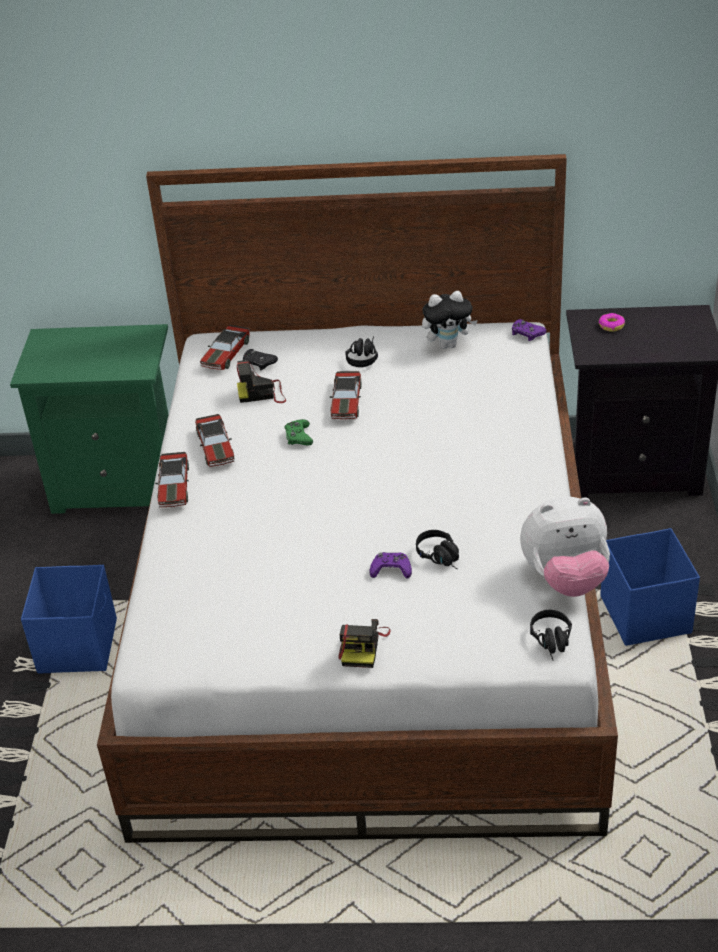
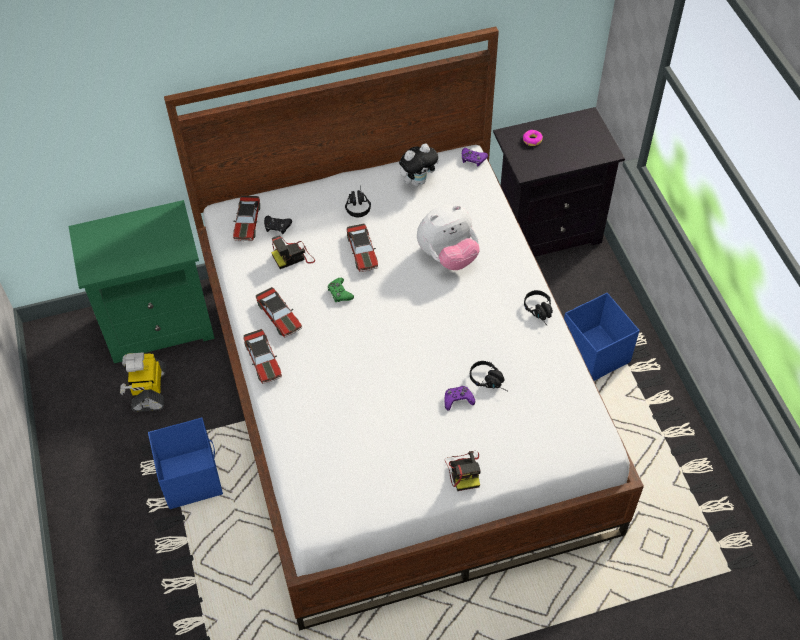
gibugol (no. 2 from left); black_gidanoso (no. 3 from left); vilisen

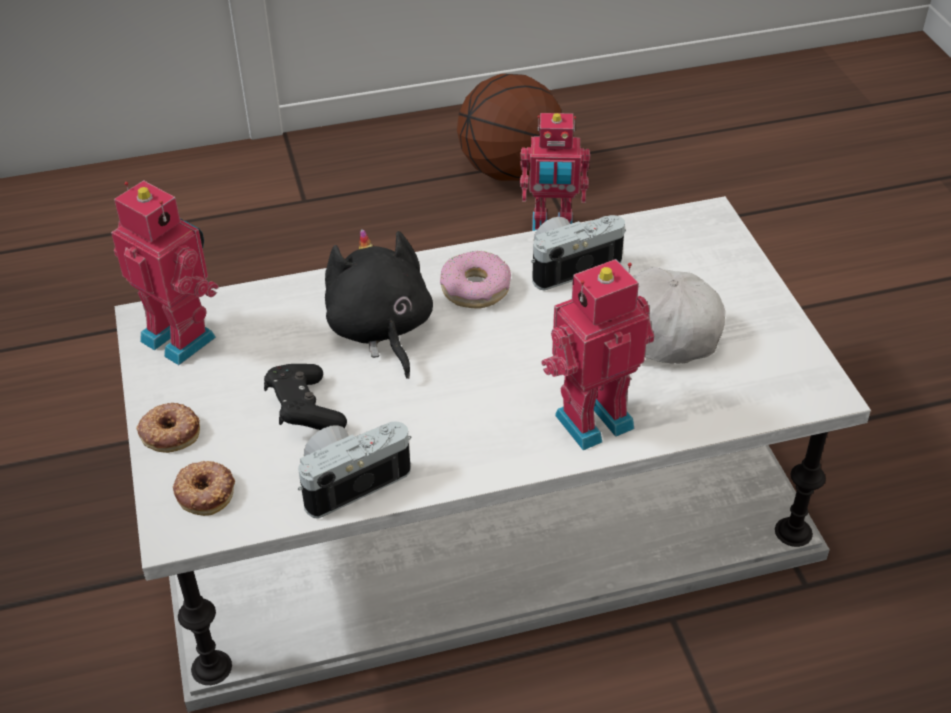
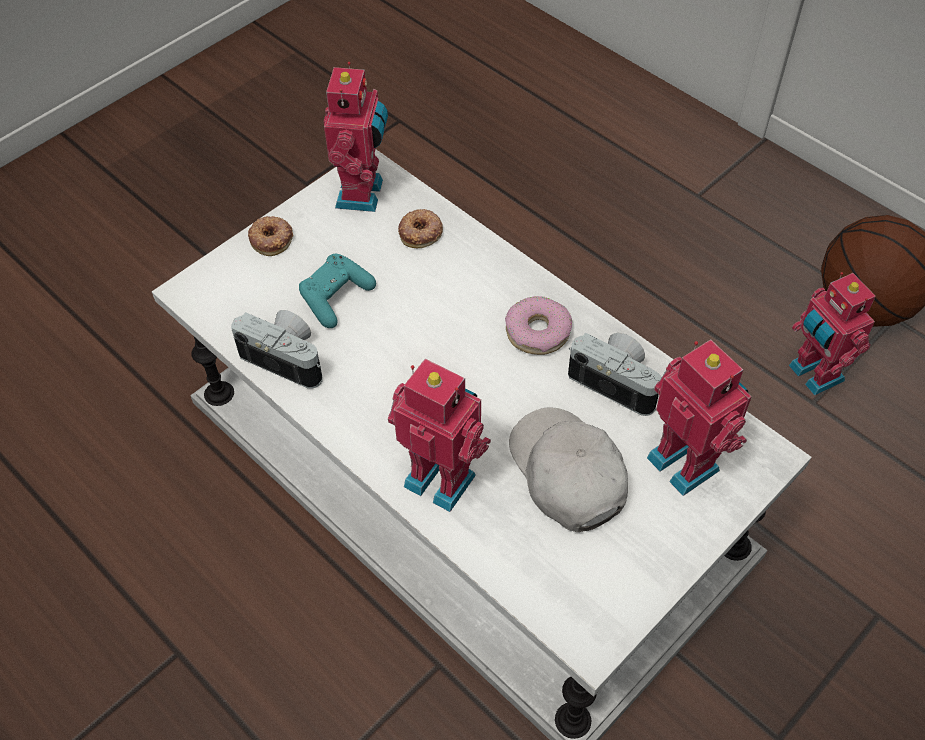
black_gibugol; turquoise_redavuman; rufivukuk (no. 2 from left); vilisen (no. 3 from left)

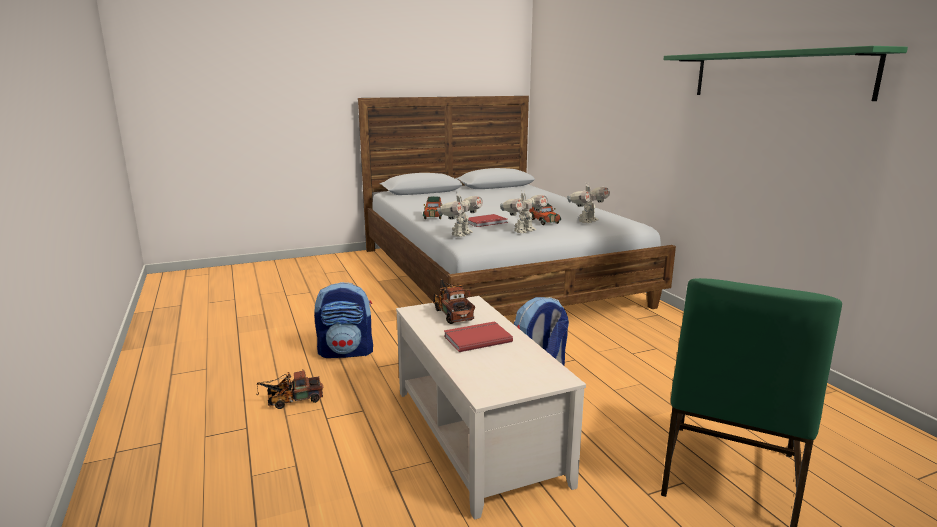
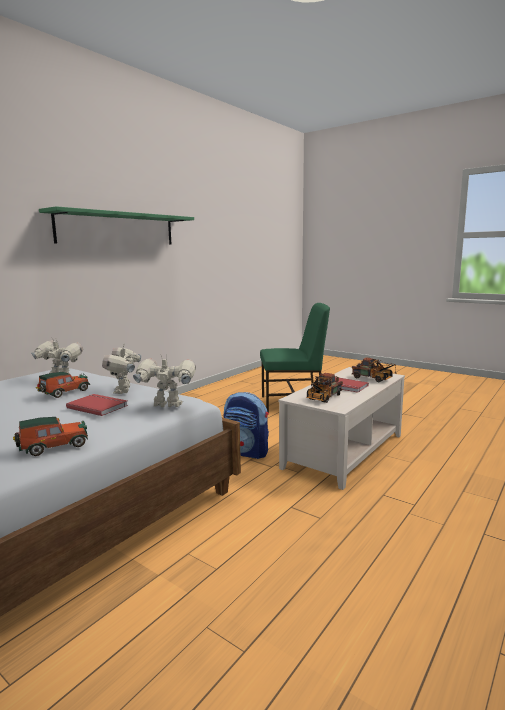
vilisen (no. 2 from left); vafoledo (no. 1 from left in the first image); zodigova (no. 2 from left)

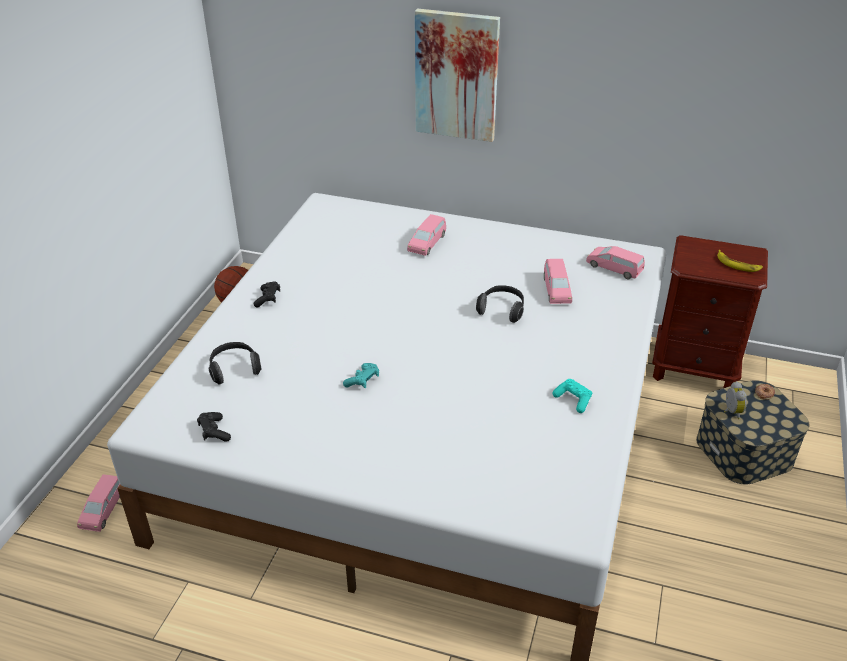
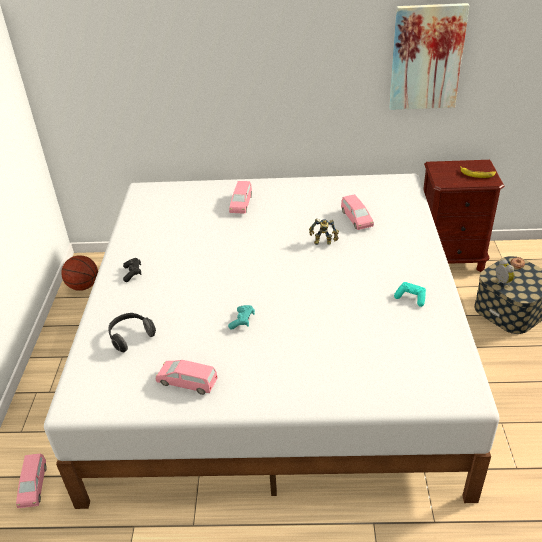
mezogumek; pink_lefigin (no. 2 from left); vilisen; black_redavuman (no. 1 from left in the first image)

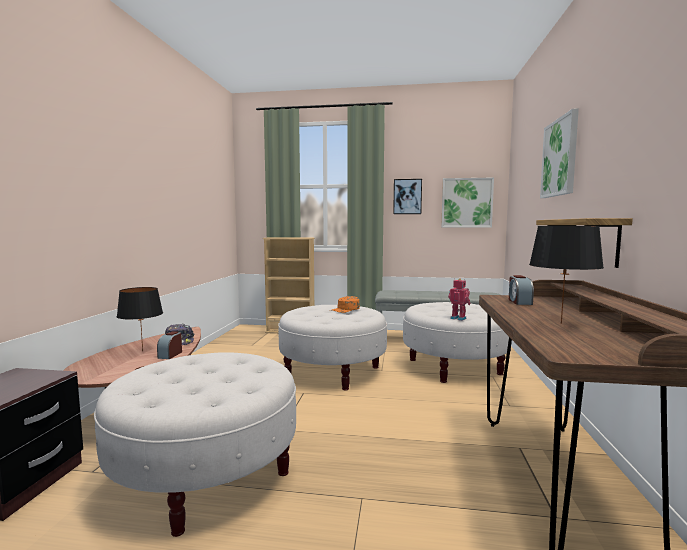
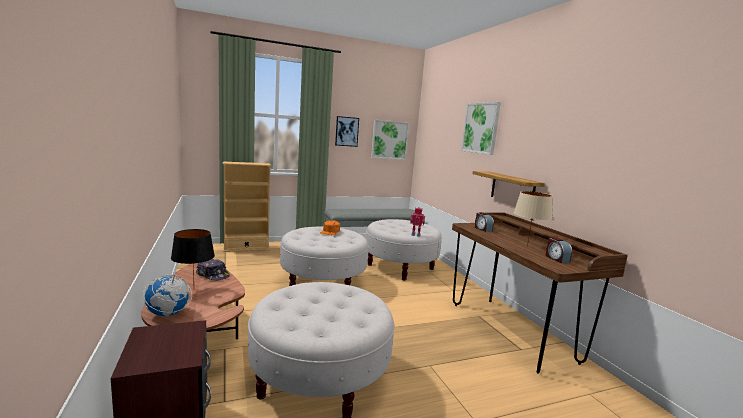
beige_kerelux; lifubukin (no. 2 from left); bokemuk

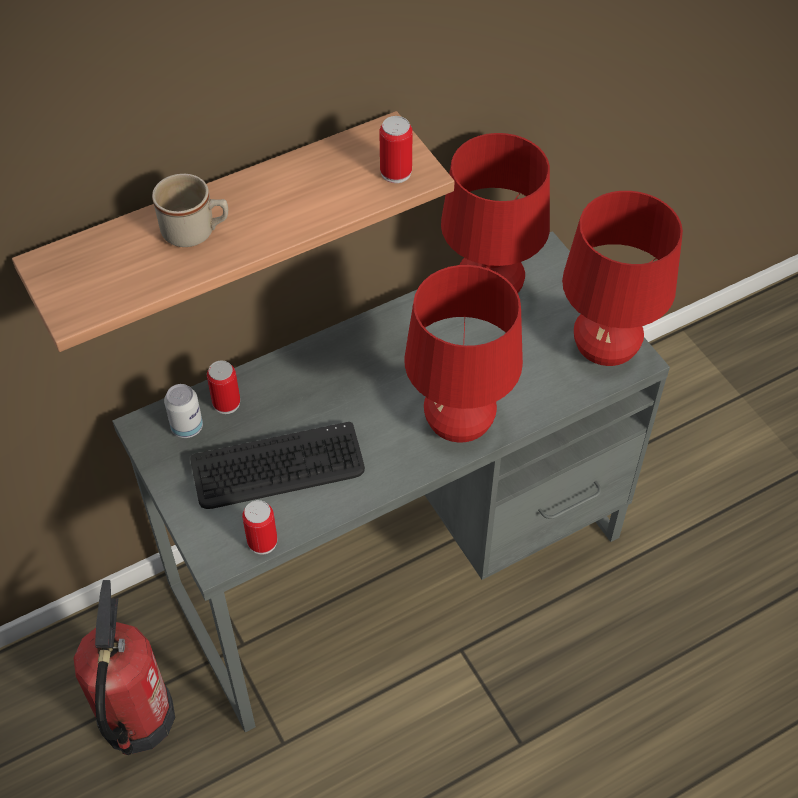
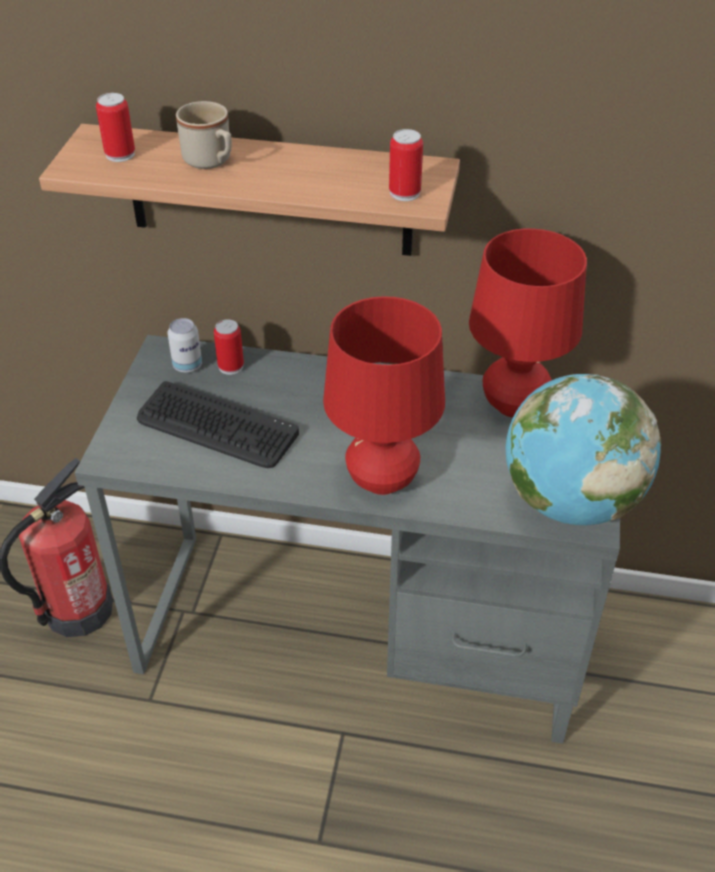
bokemuk; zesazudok (no. 1 from left)

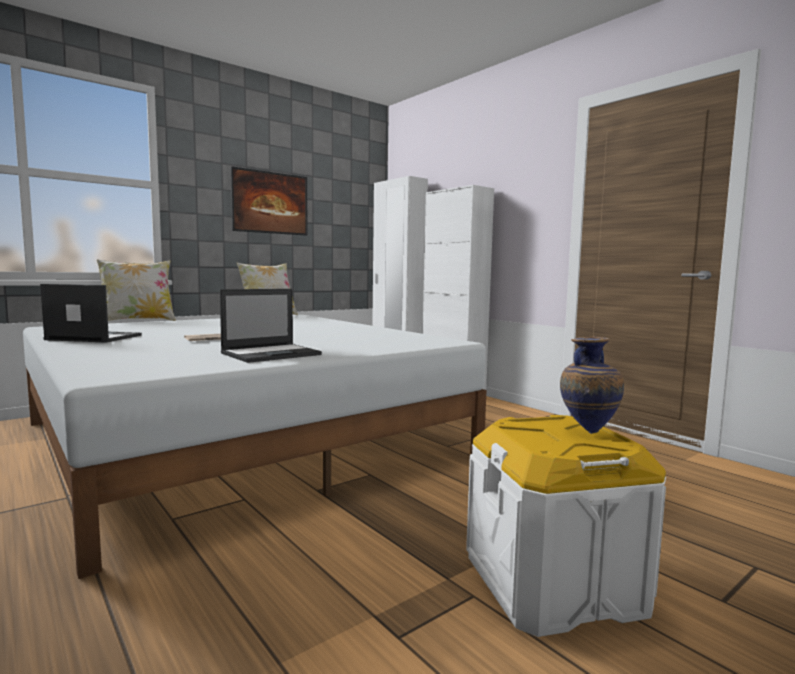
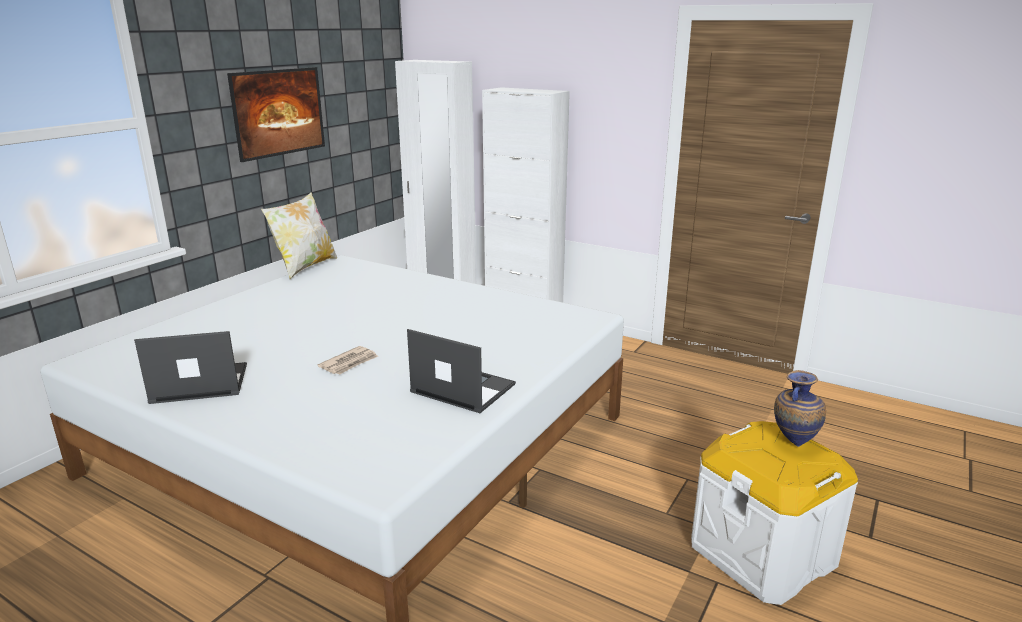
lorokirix (no. 1 from left in the first image); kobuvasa (no. 2 from left)

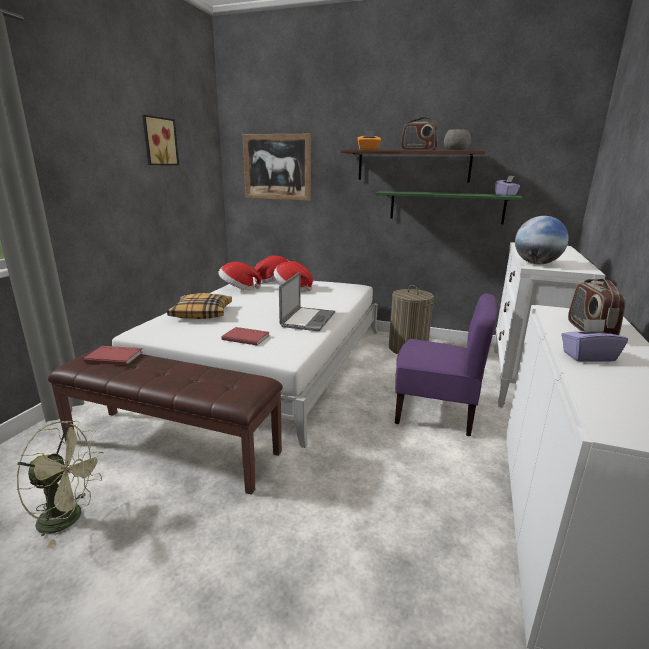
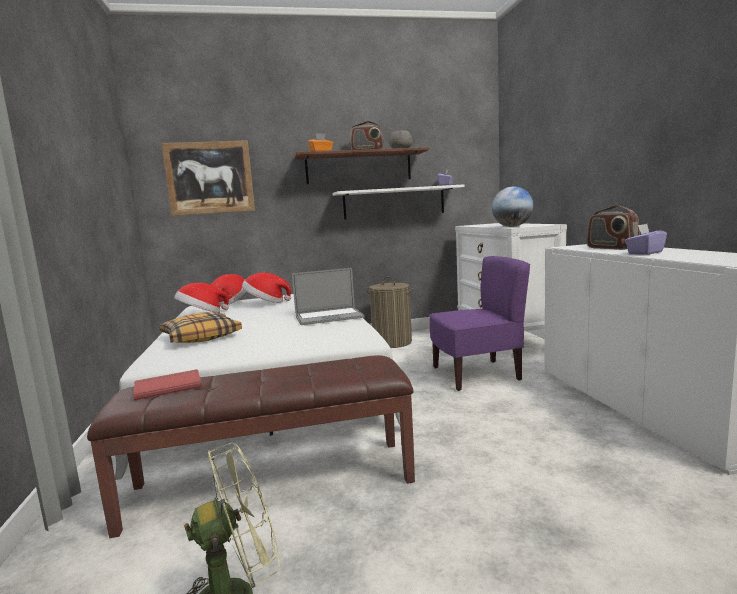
mezogumek (no. 1 from left in the first image); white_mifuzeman; kobuvasa; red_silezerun (no. 2 from left in the first image)

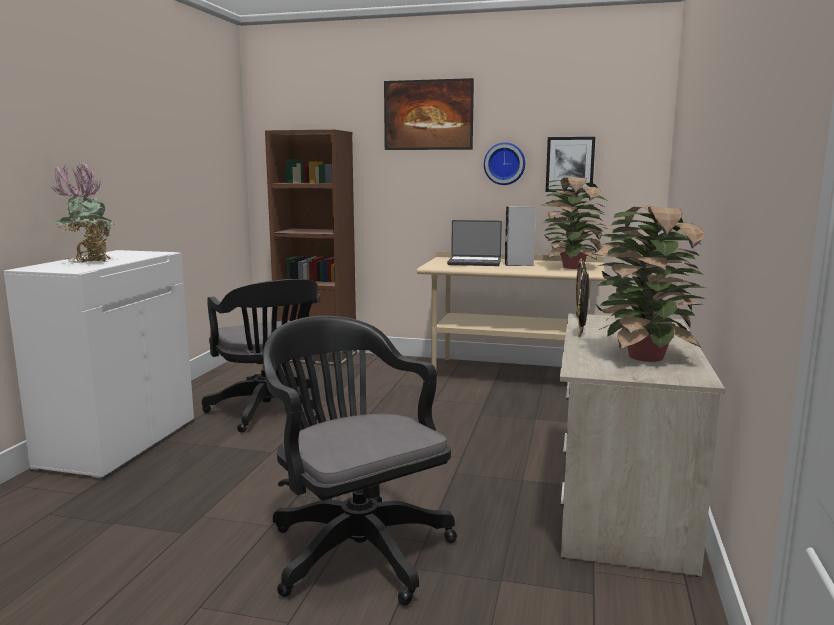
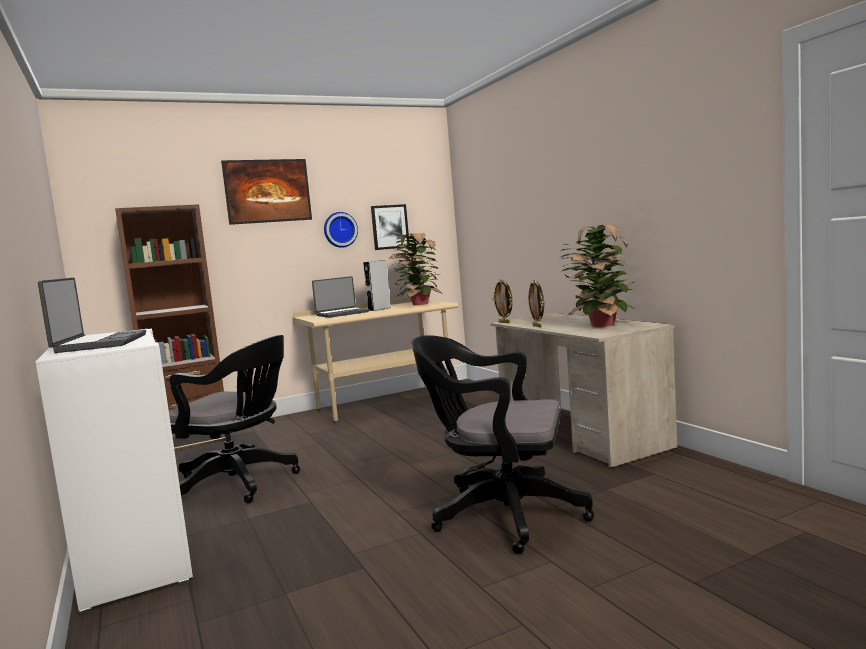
kobuvasa (no. 1 from left)

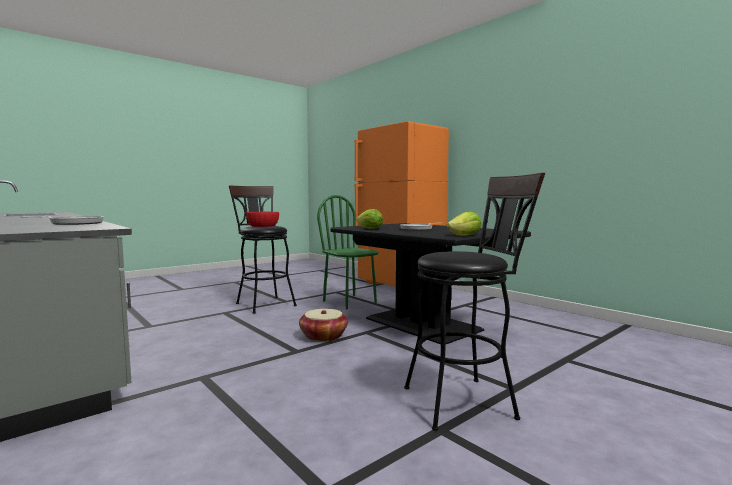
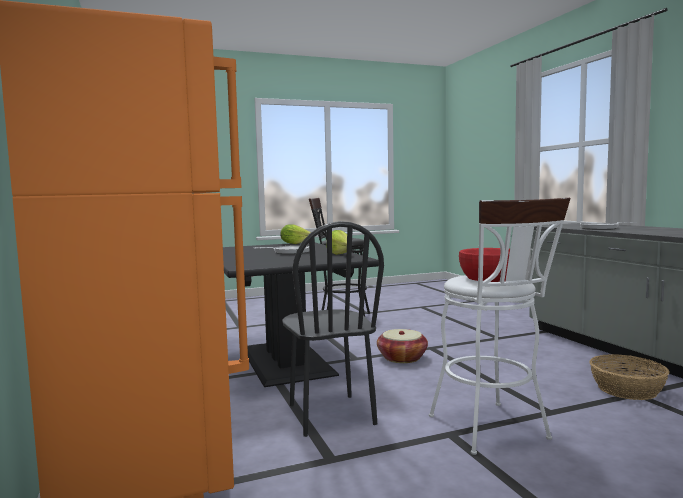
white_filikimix; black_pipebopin; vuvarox (no. 2 from left)

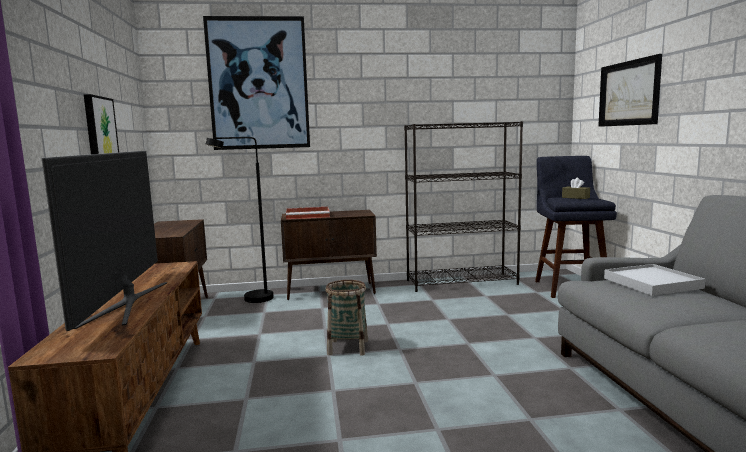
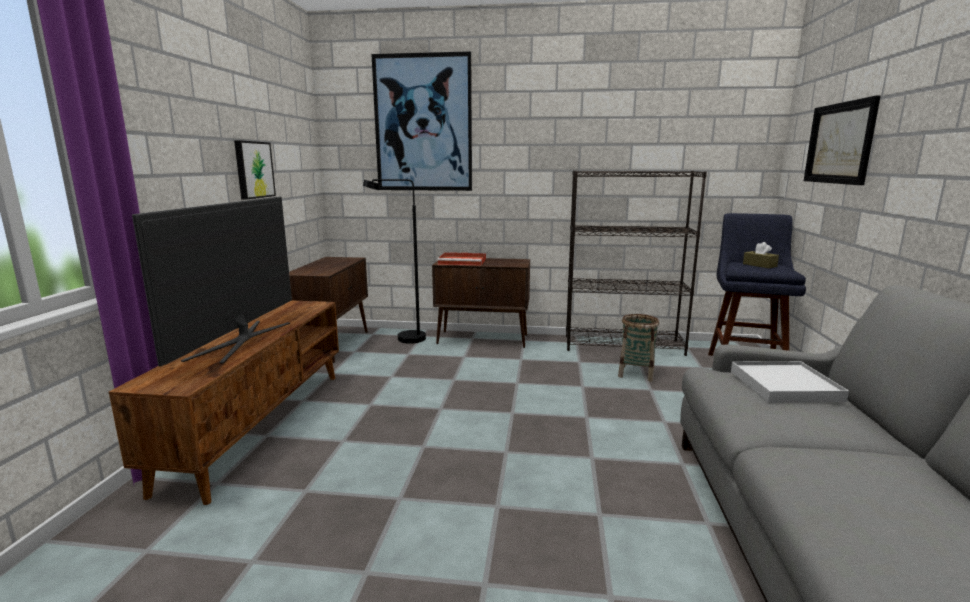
vuvarox

